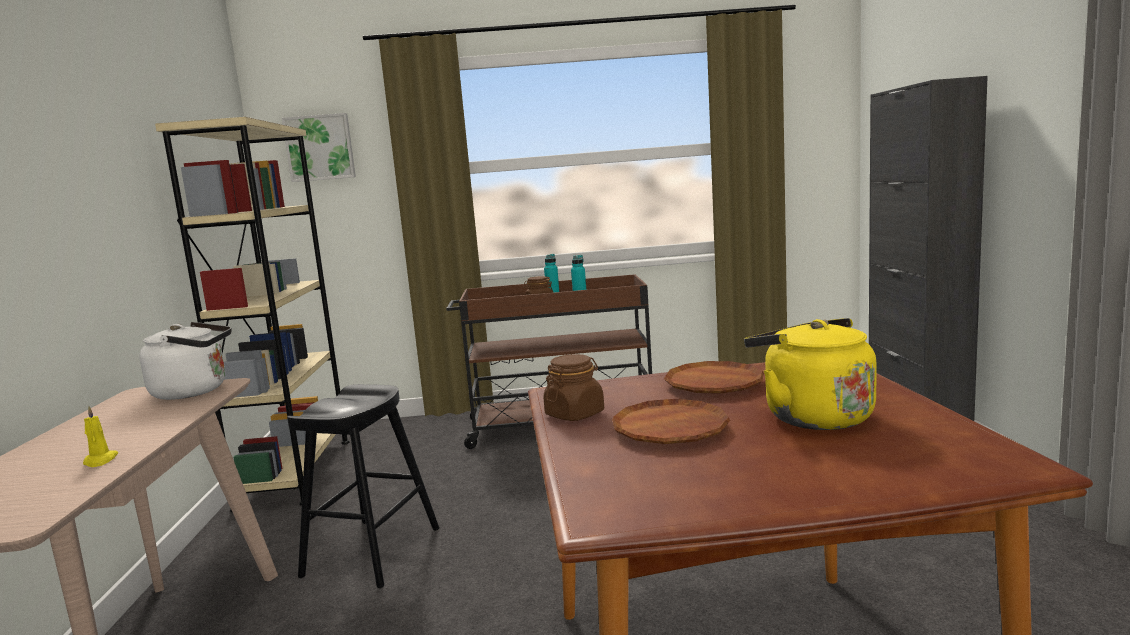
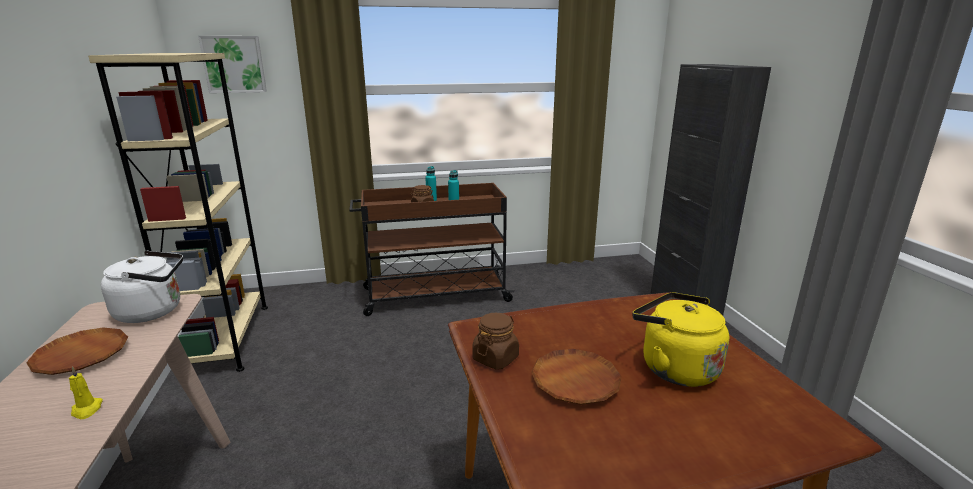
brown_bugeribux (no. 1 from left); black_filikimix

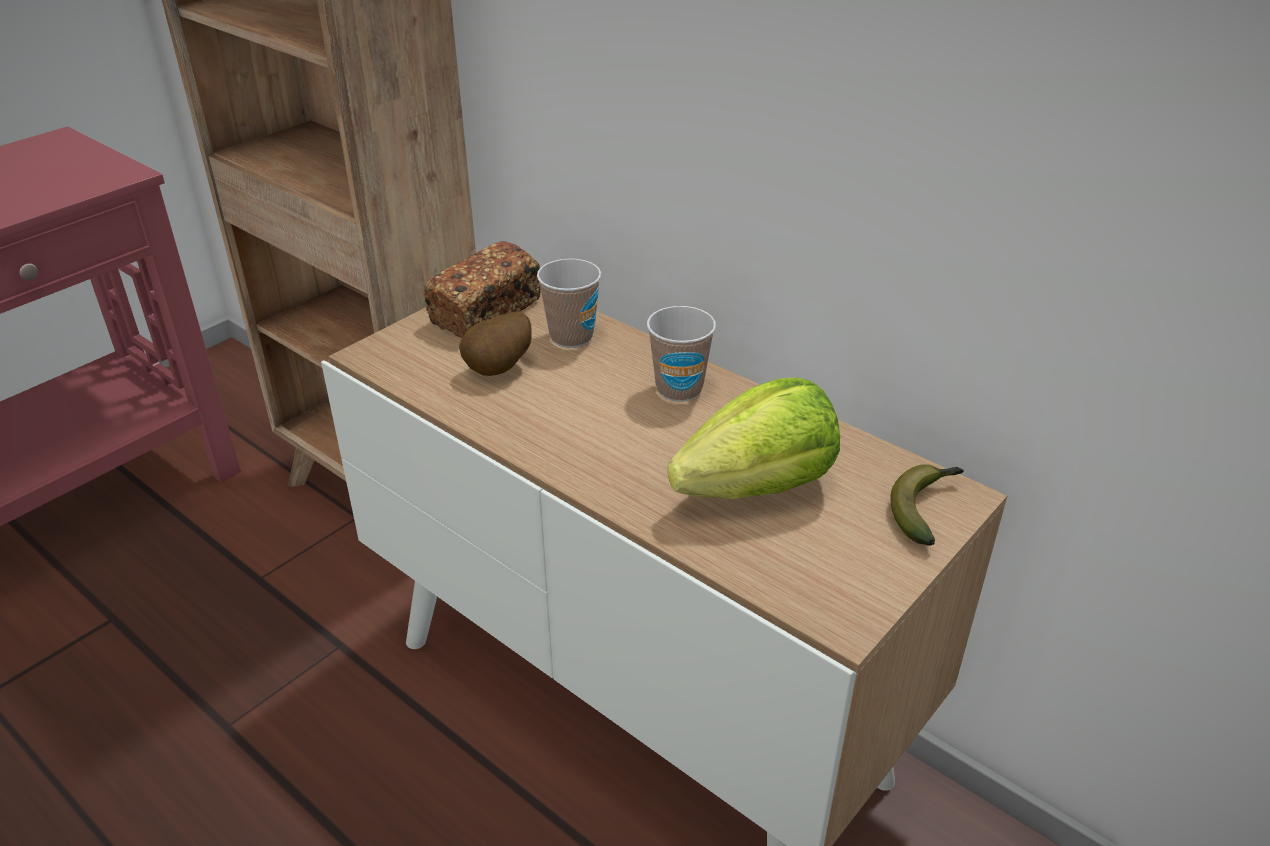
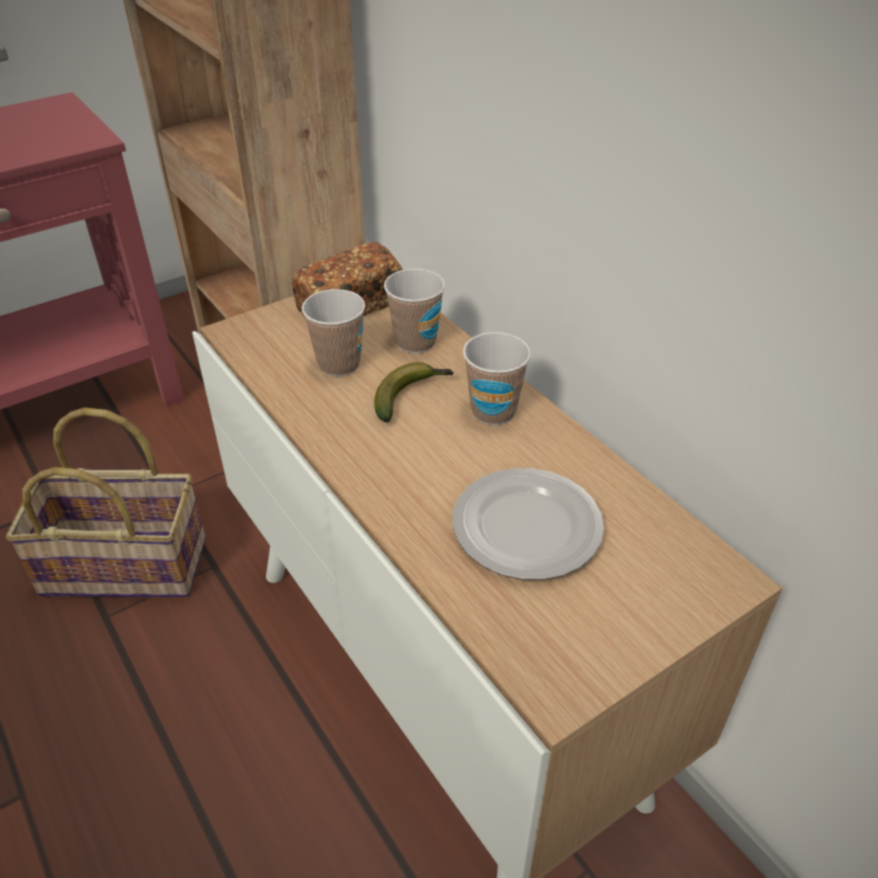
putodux (no. 1 from left); bugeribux; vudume; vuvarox

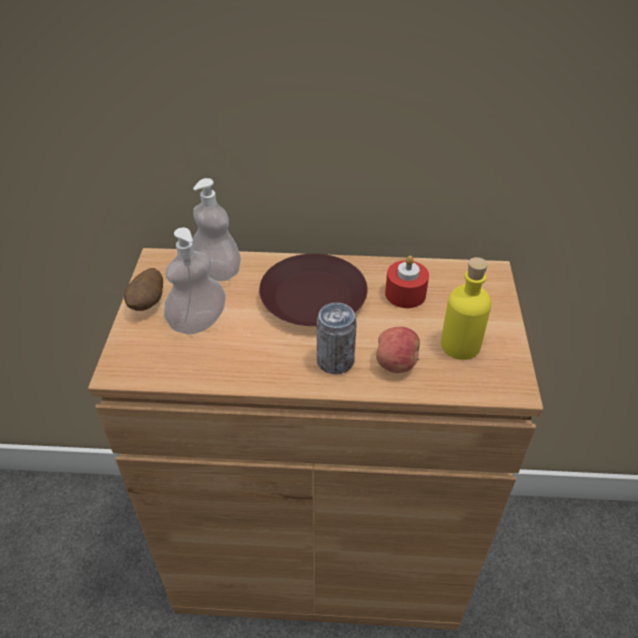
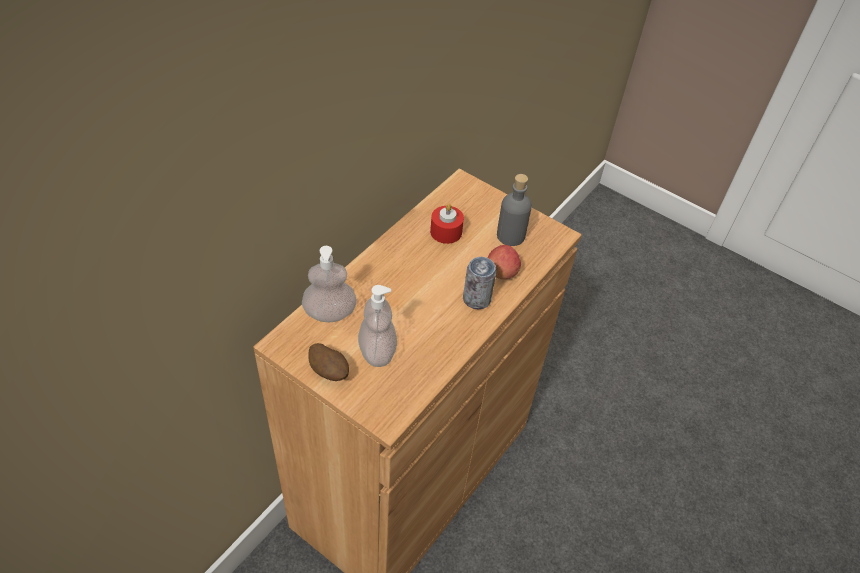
brown_bugeribux; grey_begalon

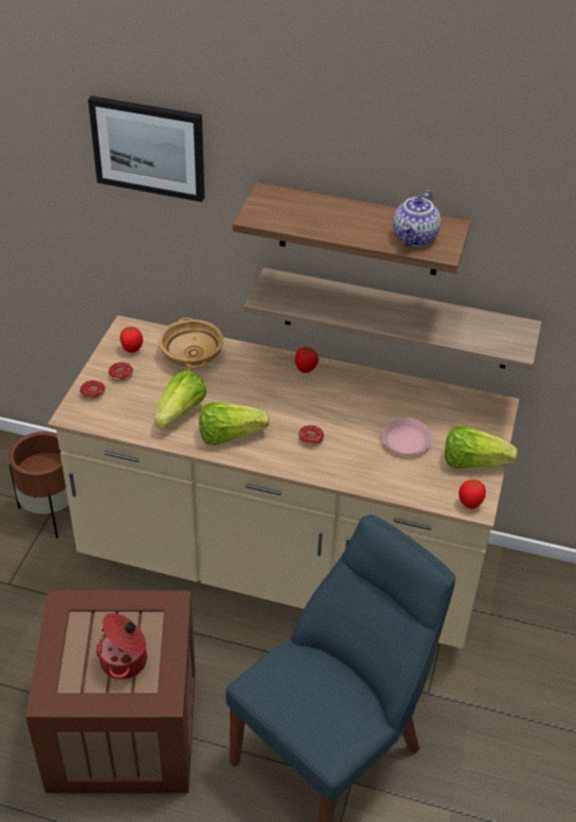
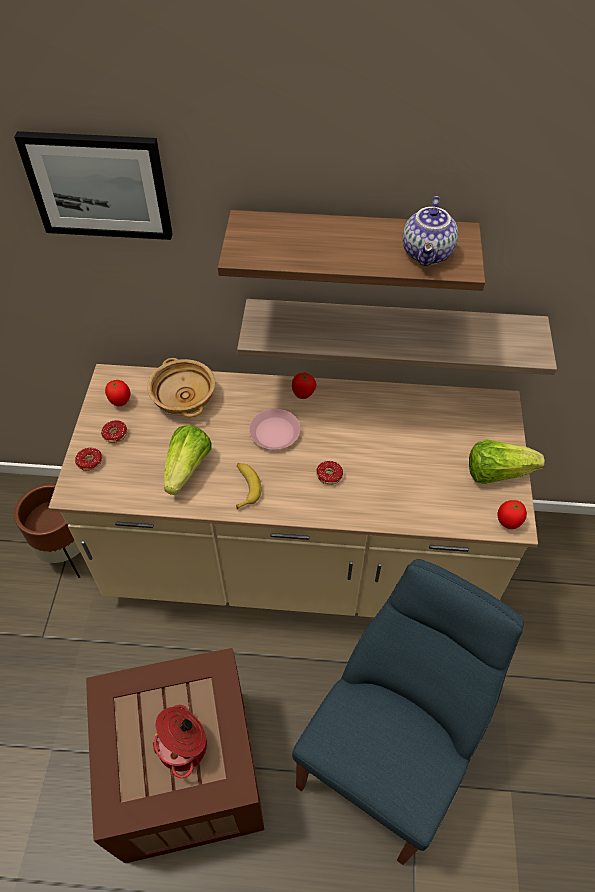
vudume; pink_bugeribux

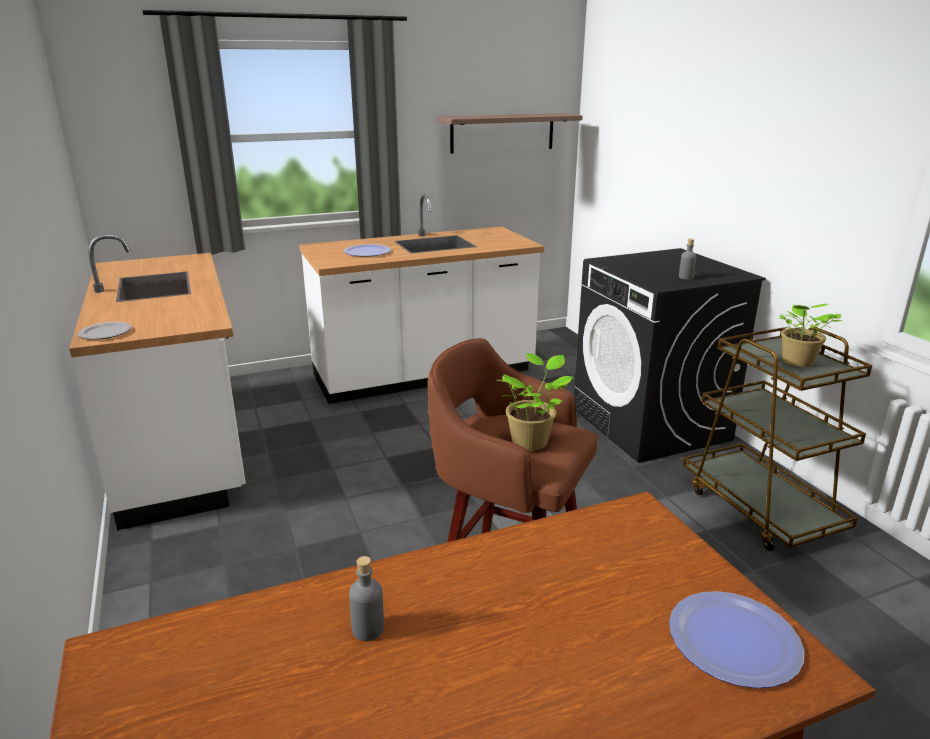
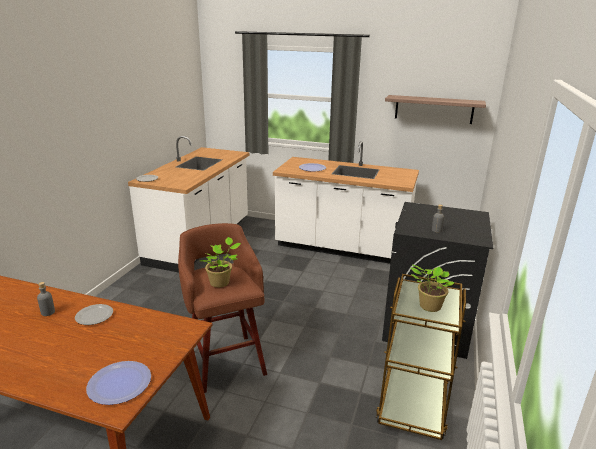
bugeribux (no. 1 from left)

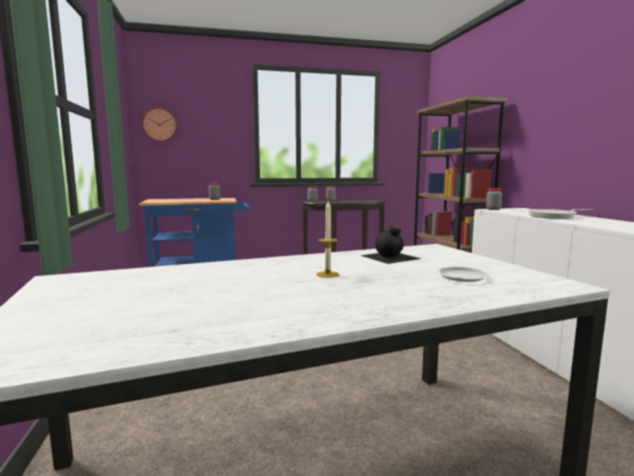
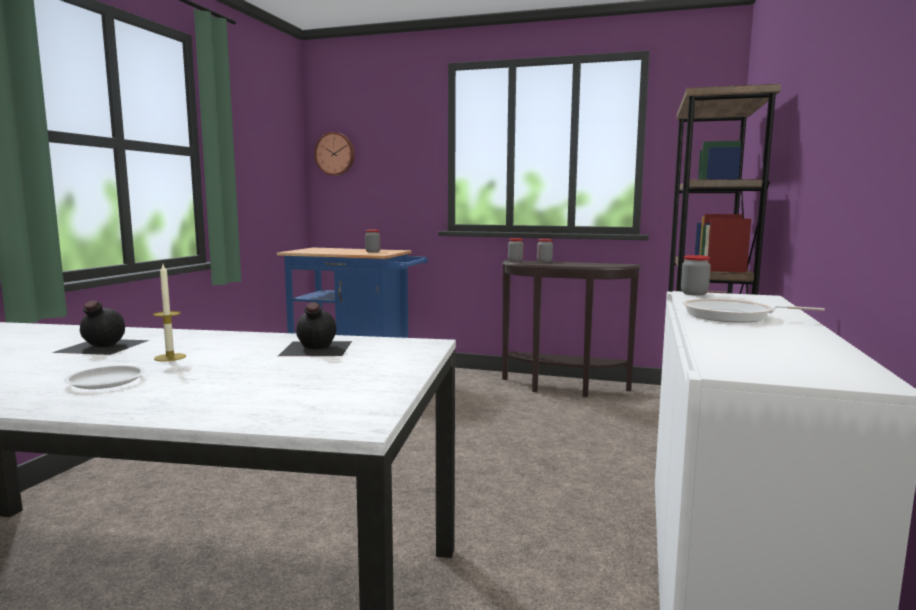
white_bugeribux; black_begalon (no. 1 from left)

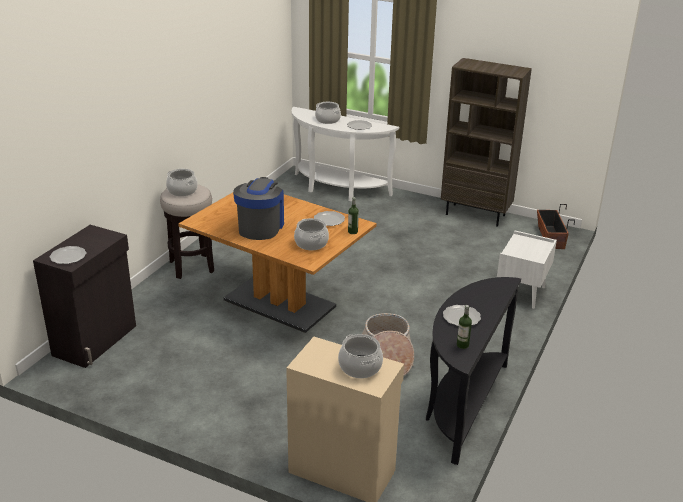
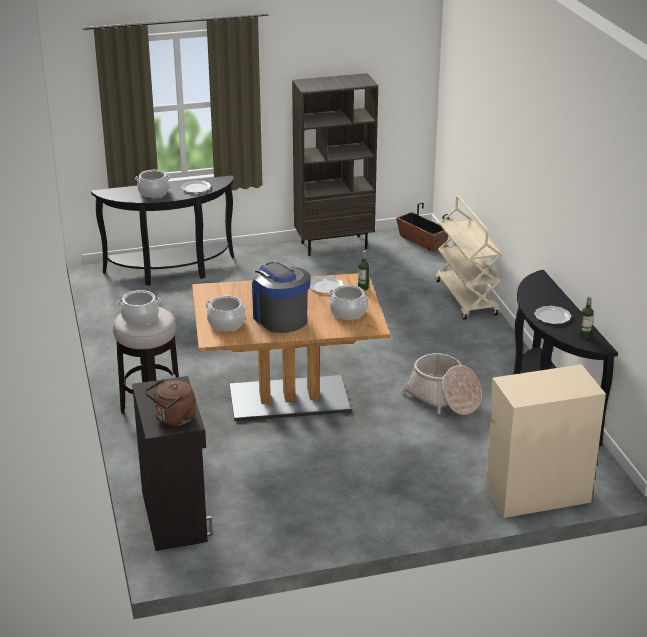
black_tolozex (no. 1 from left); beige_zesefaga; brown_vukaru; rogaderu (no. 3 from left)

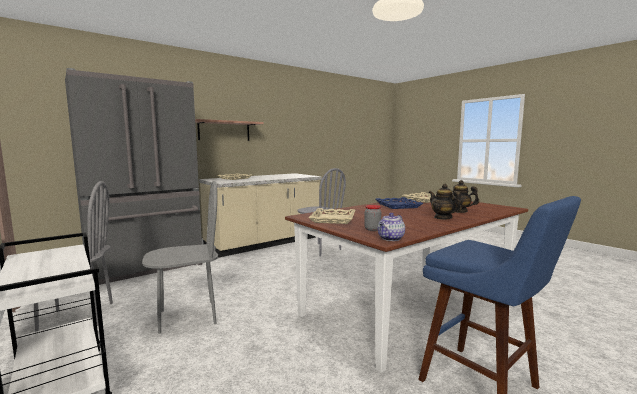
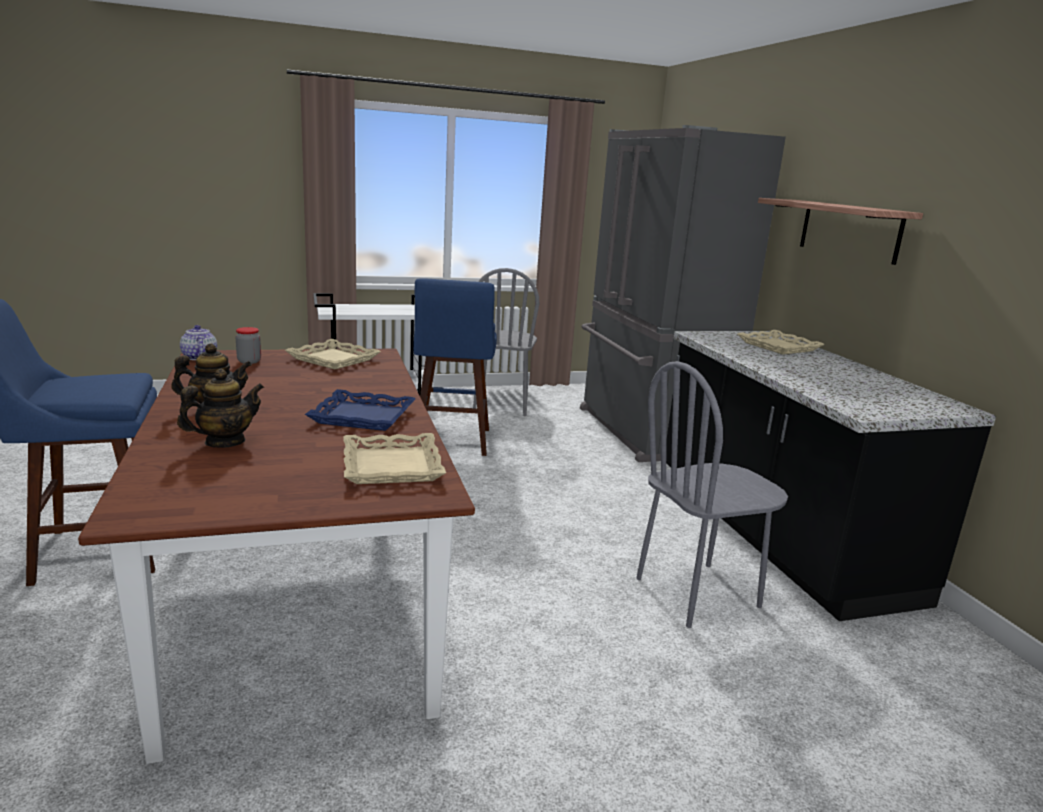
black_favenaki; blue_filikimix (no. 2 from left)

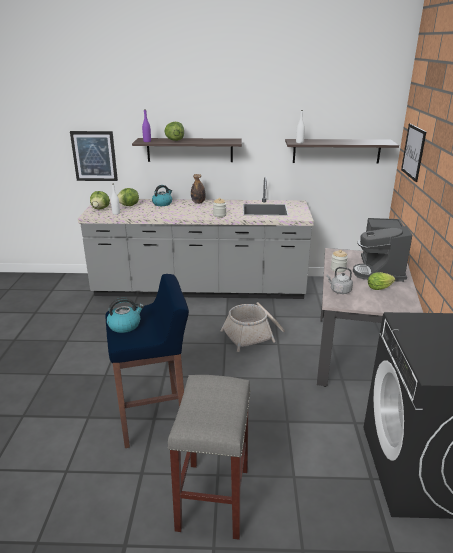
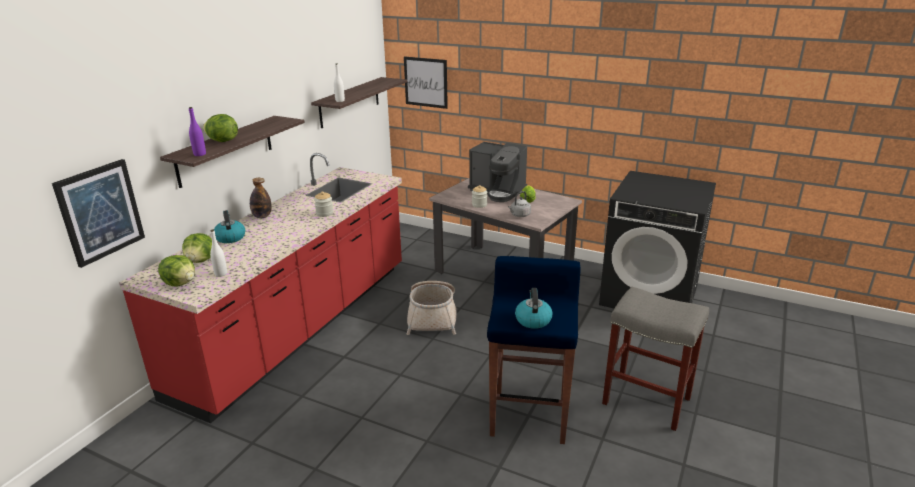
red_favenaki

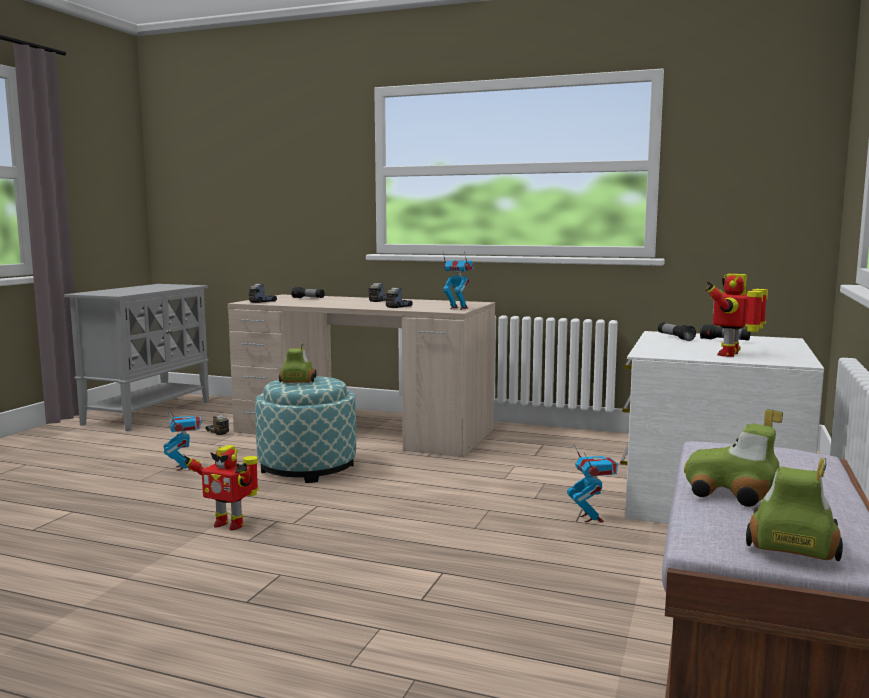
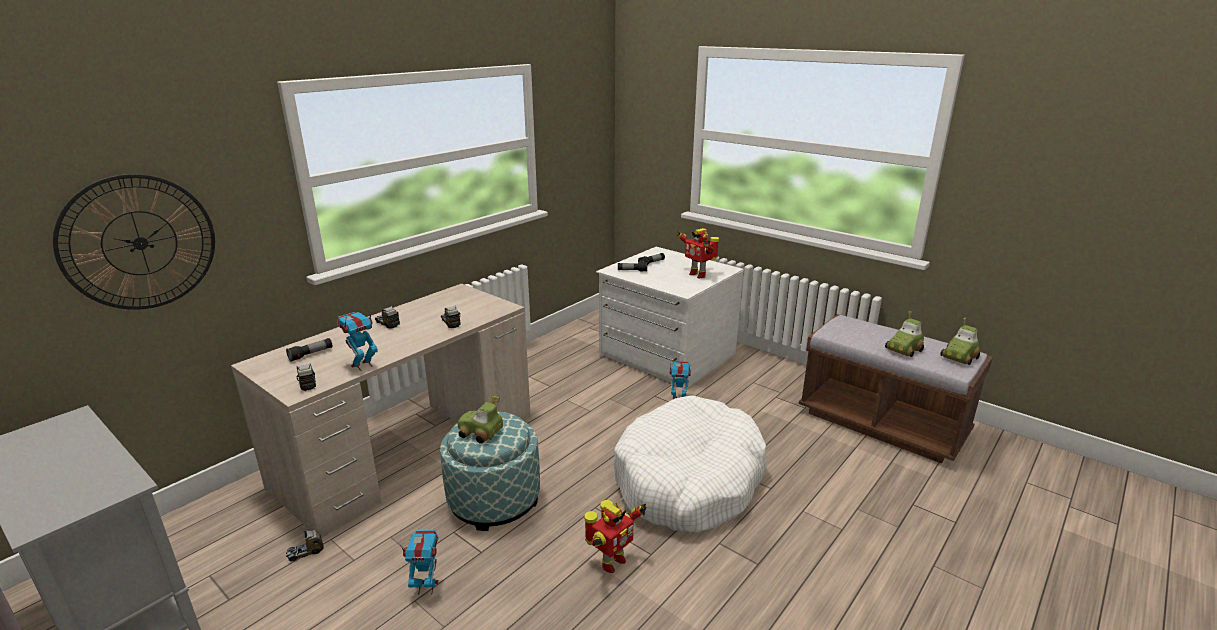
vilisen (no. 1 from left); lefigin (no. 3 from left); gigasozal; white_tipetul

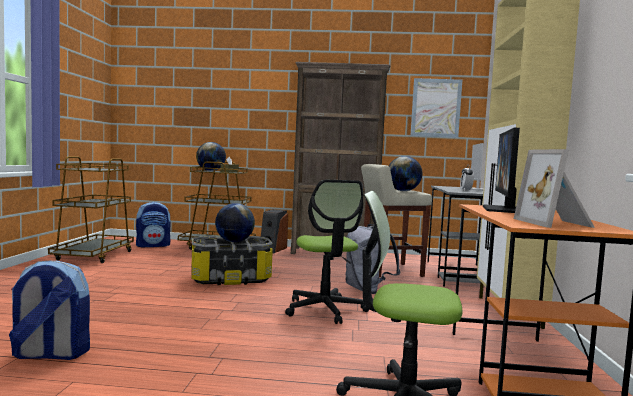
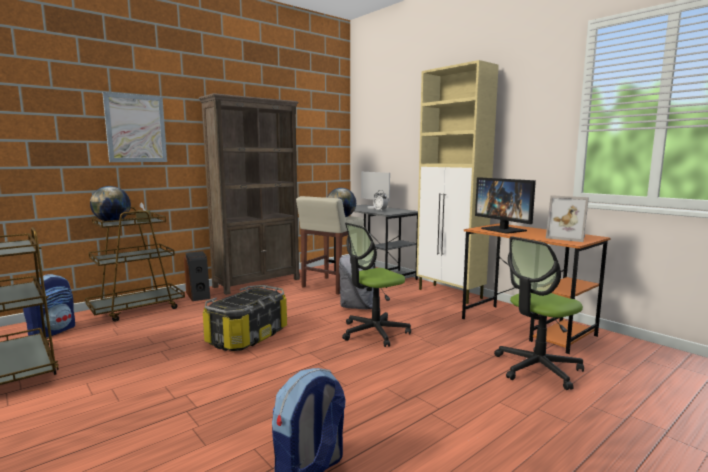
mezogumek; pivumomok (no. 1 from left); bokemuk (no. 2 from left in the first image)

